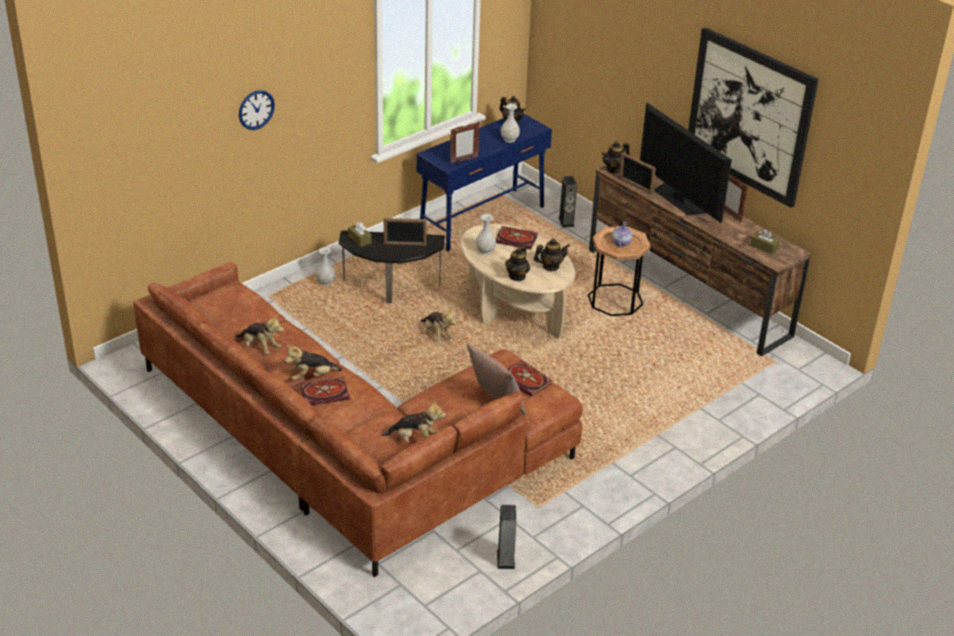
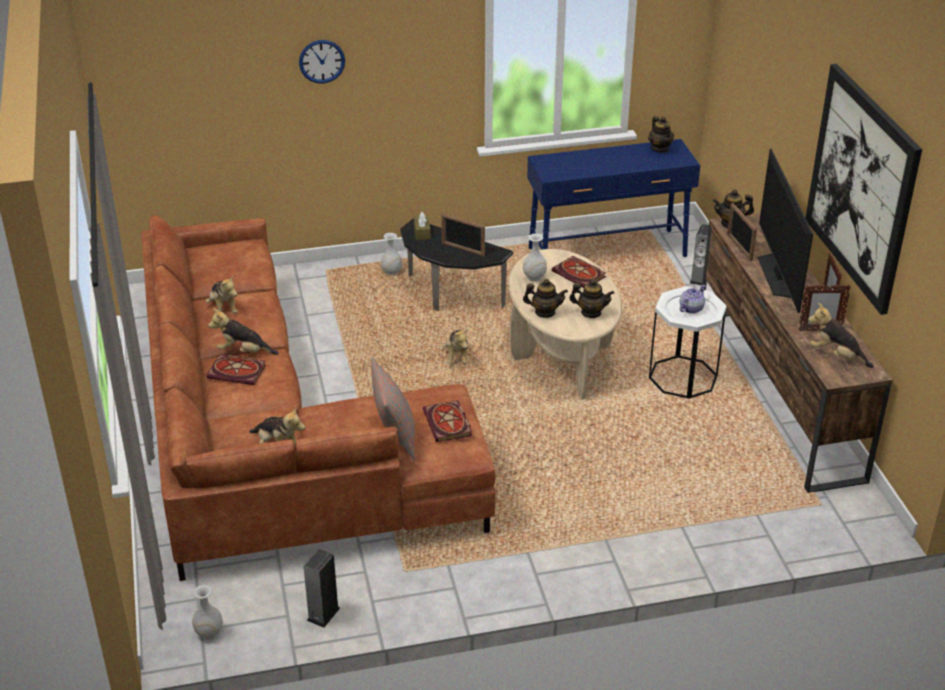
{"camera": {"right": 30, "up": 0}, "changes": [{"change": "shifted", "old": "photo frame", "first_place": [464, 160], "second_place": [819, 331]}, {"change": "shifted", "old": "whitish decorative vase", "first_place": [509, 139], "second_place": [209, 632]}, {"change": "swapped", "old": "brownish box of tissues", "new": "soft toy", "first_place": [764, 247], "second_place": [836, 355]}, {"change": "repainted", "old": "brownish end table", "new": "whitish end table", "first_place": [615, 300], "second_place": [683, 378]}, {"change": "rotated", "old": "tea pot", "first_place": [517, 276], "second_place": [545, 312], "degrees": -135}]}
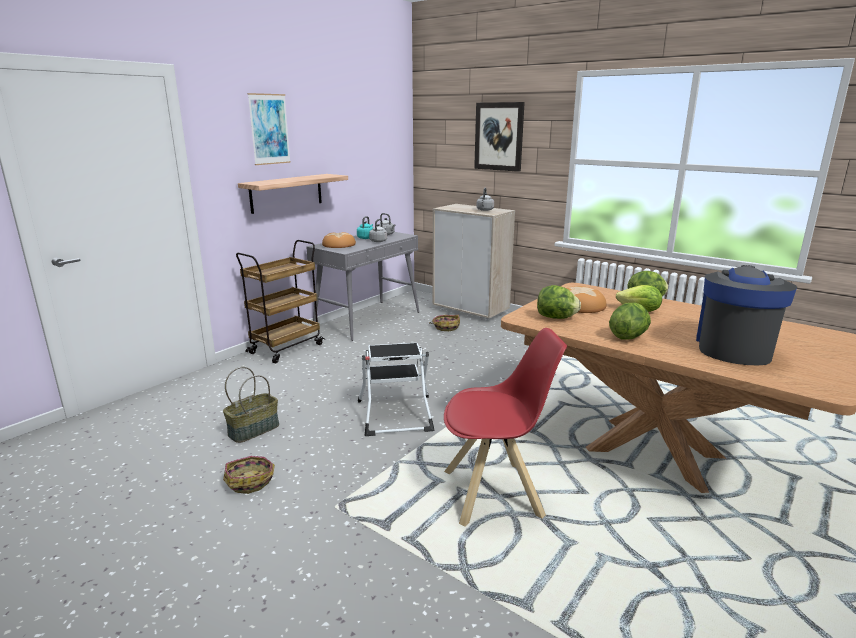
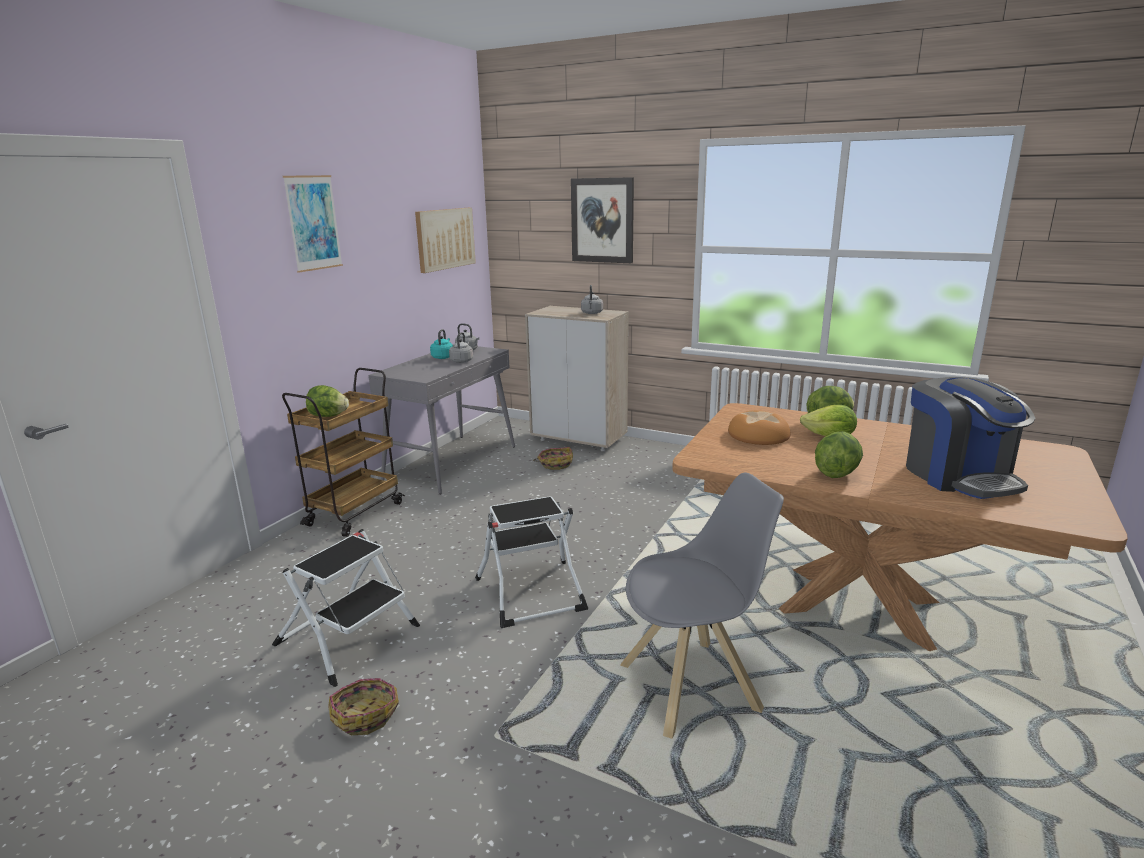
{"camera": {"right": -10, "up": 0}, "changes": [{"change": "gone", "old": "bracket shelf", "first_place": [286, 193]}, {"change": "gone", "old": "baked bread", "first_place": [339, 245]}, {"change": "new", "new": "wall art", "second_place": [445, 239]}, {"change": "shifted", "old": "lettuce", "first_place": [556, 318], "second_place": [328, 416]}, {"change": "swapped", "old": "storage basket", "new": "stepladder", "first_place": [254, 429], "second_place": [346, 637]}, {"change": "repainted", "old": "red-coloured plain chair", "new": "gray plain chair", "first_place": [495, 493], "second_place": [693, 686]}, {"change": "rotated", "old": "coffee brewer", "first_place": [733, 347], "second_place": [959, 476], "degrees": 150}]}
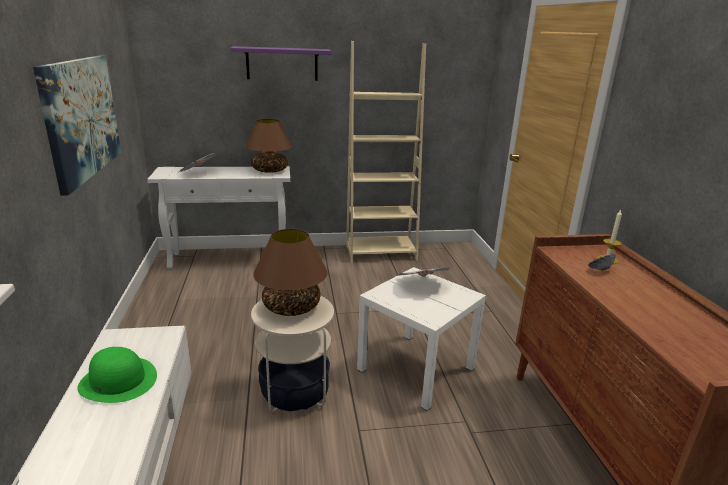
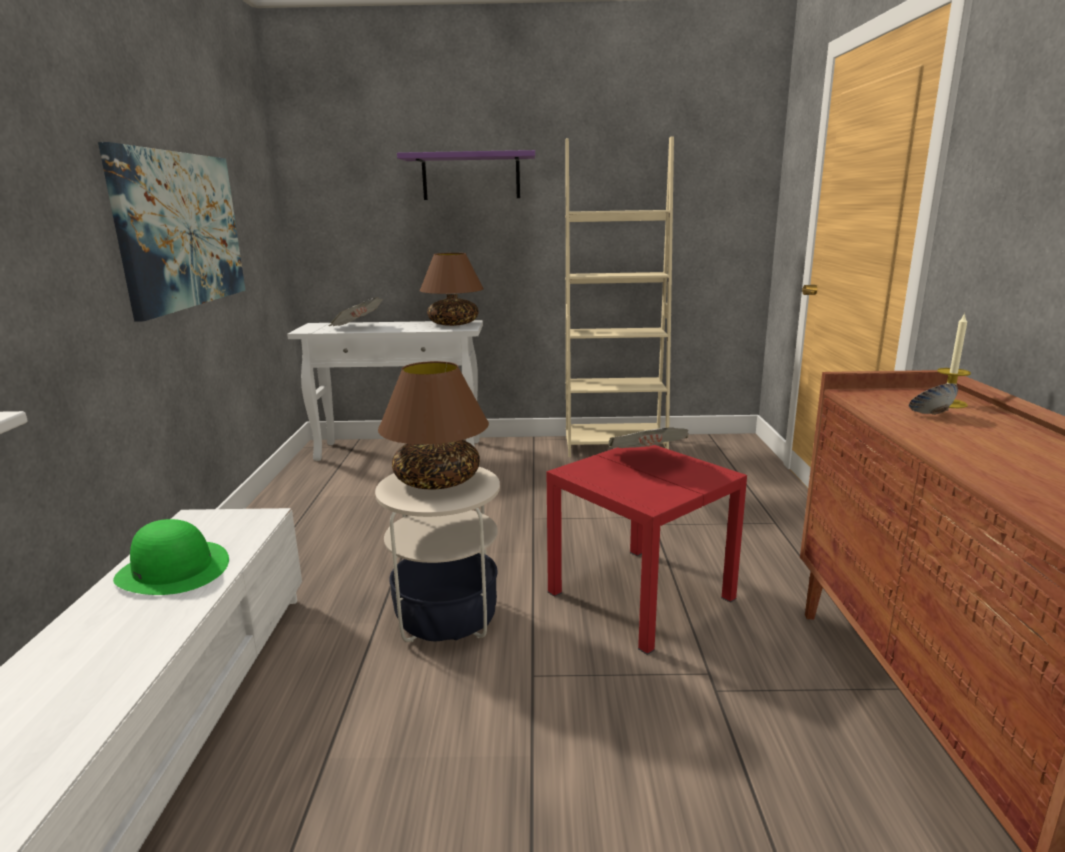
{"camera": {"right": 10, "up": -5}, "changes": [{"change": "repainted", "old": "whitish end table", "new": "red-coloured end table", "first_place": [415, 369], "second_place": [638, 595]}]}
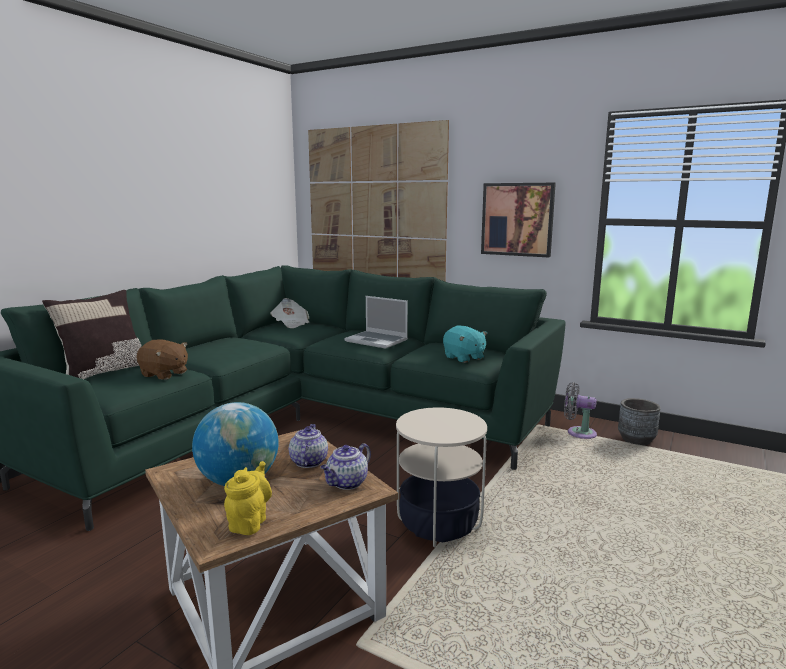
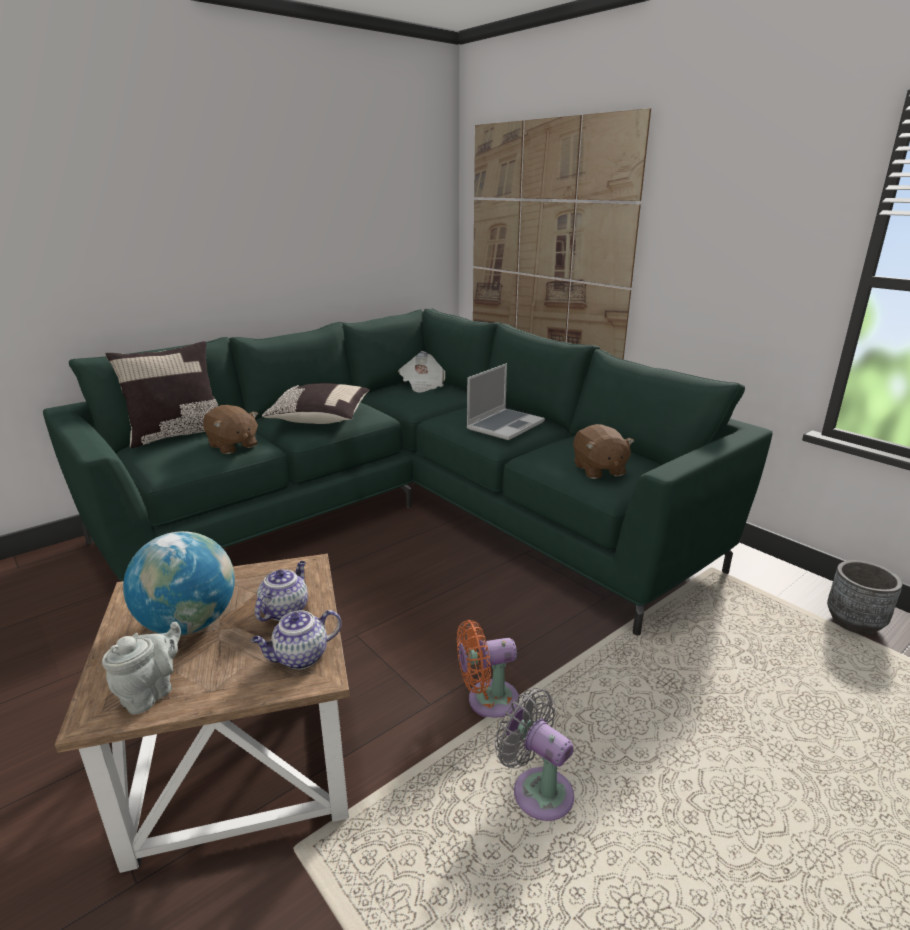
{"camera": {"right": 20, "up": 10}, "changes": [{"change": "gone", "old": "wall art", "first_place": [517, 219]}, {"change": "new", "new": "cushion", "second_place": [320, 418]}, {"change": "shifted", "old": "gray electric fan", "first_place": [578, 433], "second_place": [537, 790]}, {"change": "swapped", "old": "beige-coloured end table", "new": "orange electric fan", "first_place": [439, 526], "second_place": [487, 700]}, {"change": "repainted", "old": "yellowish tea pot", "new": "gray tea pot", "first_place": [249, 522], "second_place": [151, 693]}, {"change": "repainted", "old": "blue-green soft toy", "new": "brownish soft toy", "first_place": [464, 358], "second_place": [598, 470]}, {"change": "rotated", "old": "notebook computer", "first_place": [377, 341], "second_place": [505, 425], "degrees": -105}]}
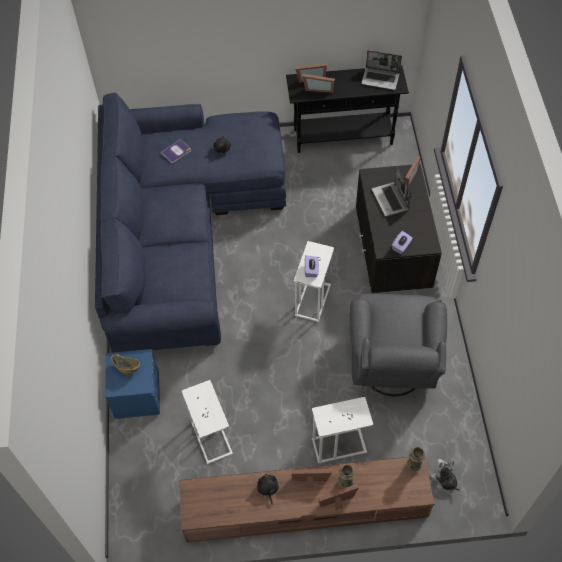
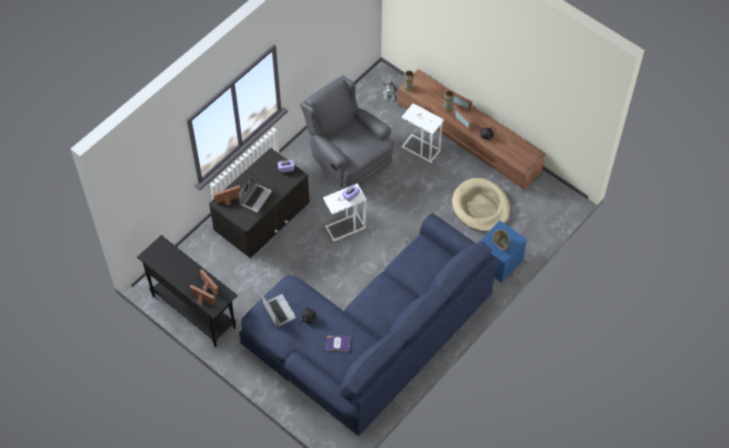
{"camera": {"right": -135, "up": 0}, "changes": [{"change": "shifted", "old": "notebook computer", "first_place": [381, 79], "second_place": [278, 311]}, {"change": "swapped", "old": "whitish end table", "new": "beige-coloured dog cushion", "first_place": [211, 437], "second_place": [481, 207]}, {"change": "rotated", "old": "gray lounge chair", "first_place": [392, 366], "second_place": [348, 158], "degrees": -90}]}
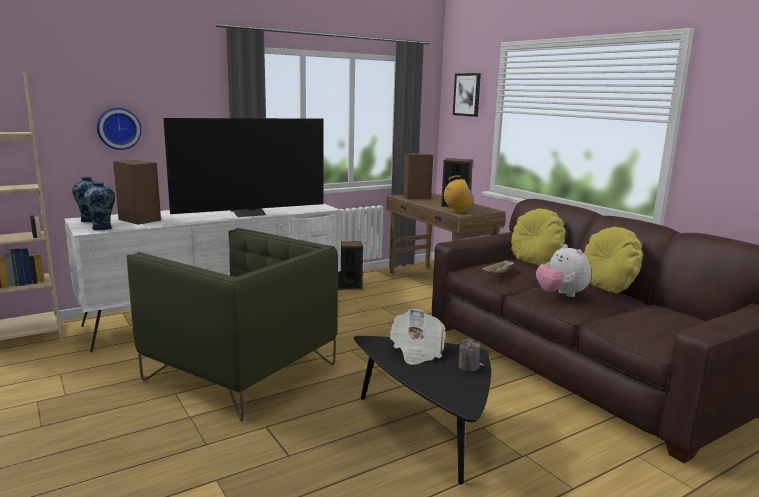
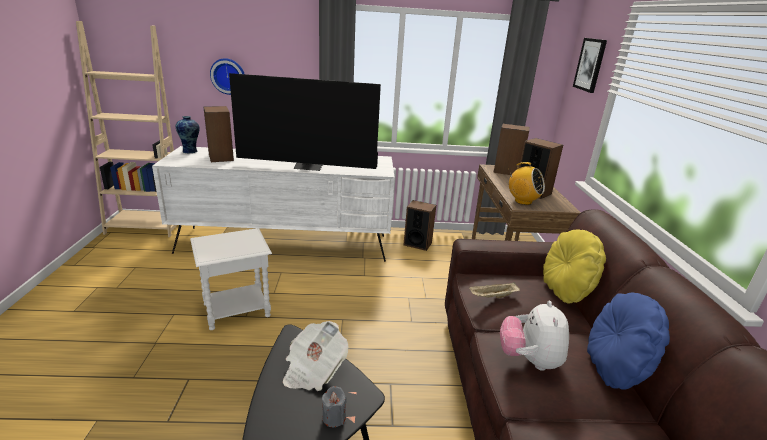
{"camera": {"right": 30, "up": 10}, "changes": [{"change": "gone", "old": "decorative vase", "first_place": [103, 228]}, {"change": "swapped", "old": "green lounge chair", "new": "whitish end table", "first_place": [240, 371], "second_place": [237, 310]}, {"change": "repainted", "old": "yellowish cushion", "new": "blue-coloured cushion", "first_place": [607, 288], "second_place": [613, 371]}]}
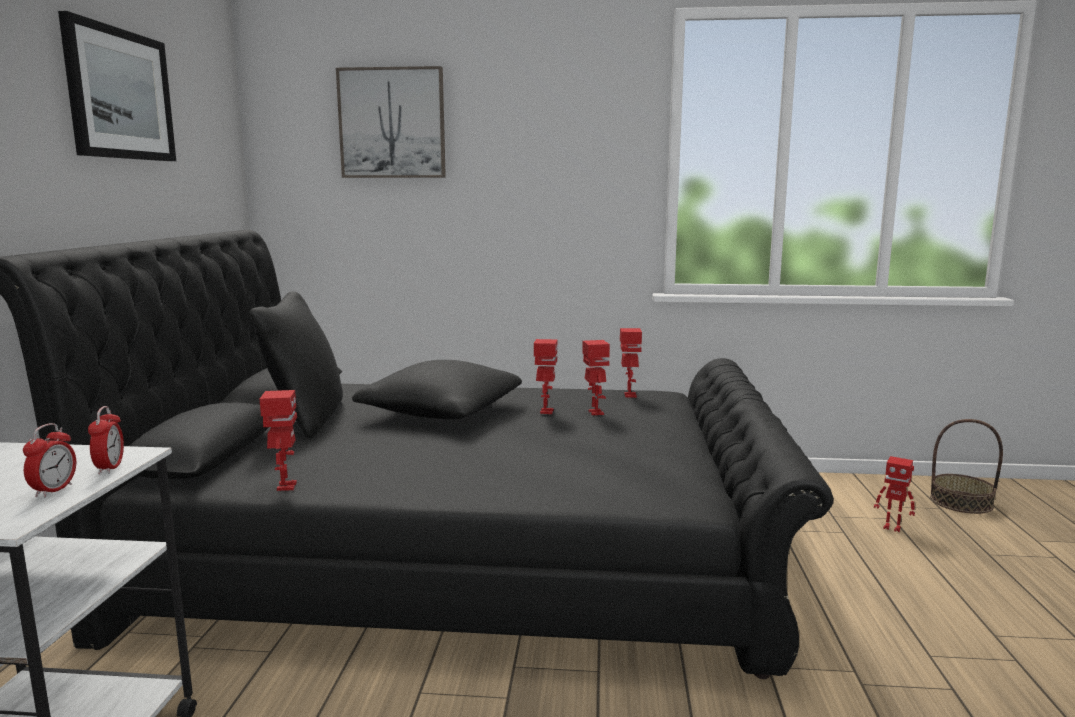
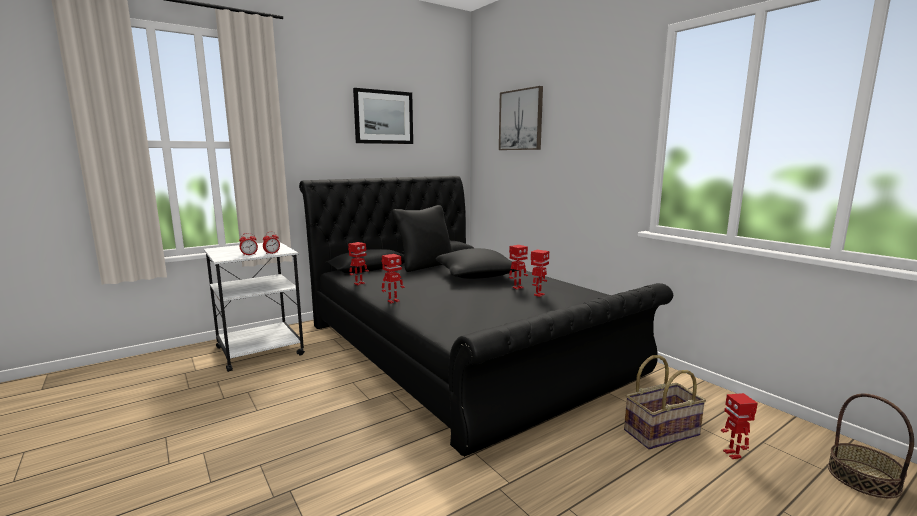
{"camera": {"right": 50, "up": 0}, "changes": [{"change": "new", "new": "storage basket", "second_place": [661, 432]}, {"change": "shifted", "old": "robot figure", "first_place": [629, 395], "second_place": [393, 301]}]}
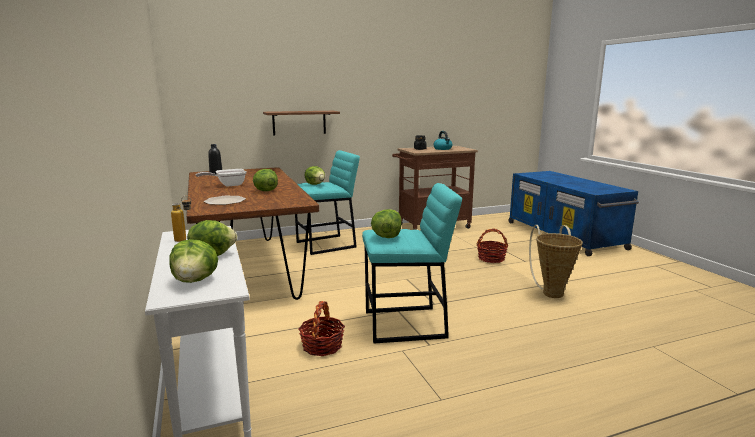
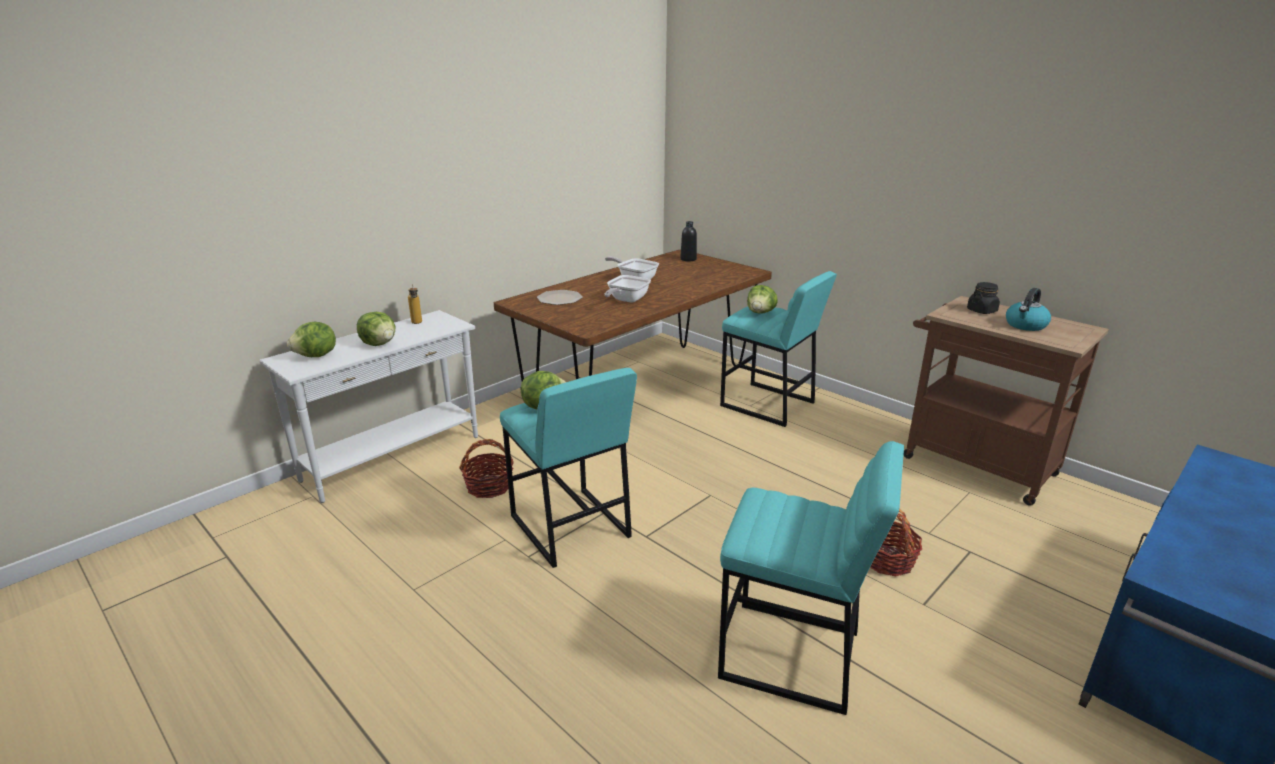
{"camera": {"right": 65, "up": 10}, "changes": [{"change": "gone", "old": "brownish bracket shelf", "first_place": [299, 122]}, {"change": "swapped", "old": "lettuce", "new": "skillet", "first_place": [265, 191], "second_place": [626, 300]}, {"change": "swapped", "old": "storage basket", "new": "blue-green stool", "first_place": [551, 292], "second_place": [794, 655]}]}
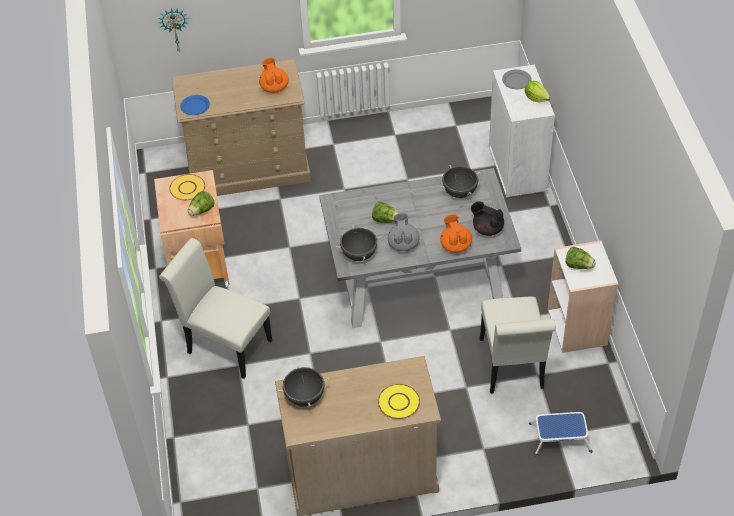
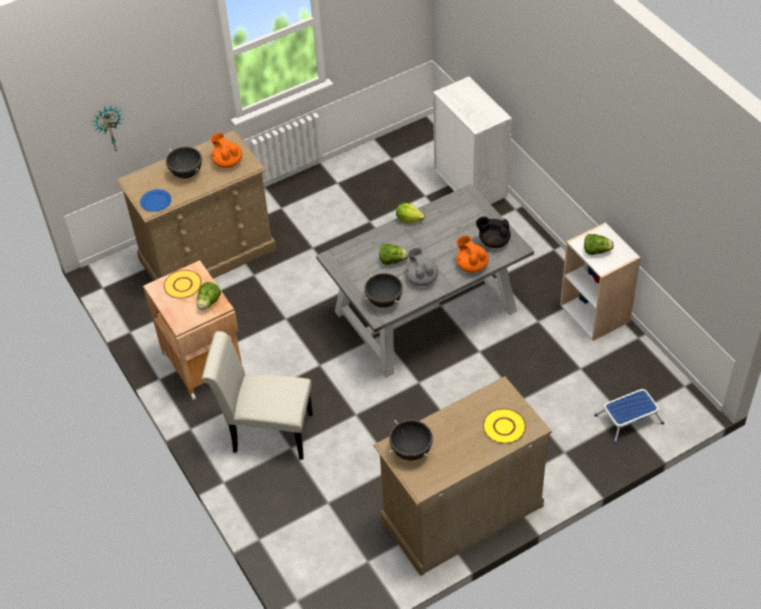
{"camera": {"right": -20, "up": 0}, "changes": [{"change": "gone", "old": "whitish plain chair", "first_place": [512, 368]}, {"change": "gone", "old": "gray dinner plate", "first_place": [516, 80]}, {"change": "shifted", "old": "black stockpot", "first_place": [459, 192], "second_place": [186, 173]}, {"change": "shifted", "old": "lettuce", "first_place": [536, 98], "second_place": [409, 219]}]}
